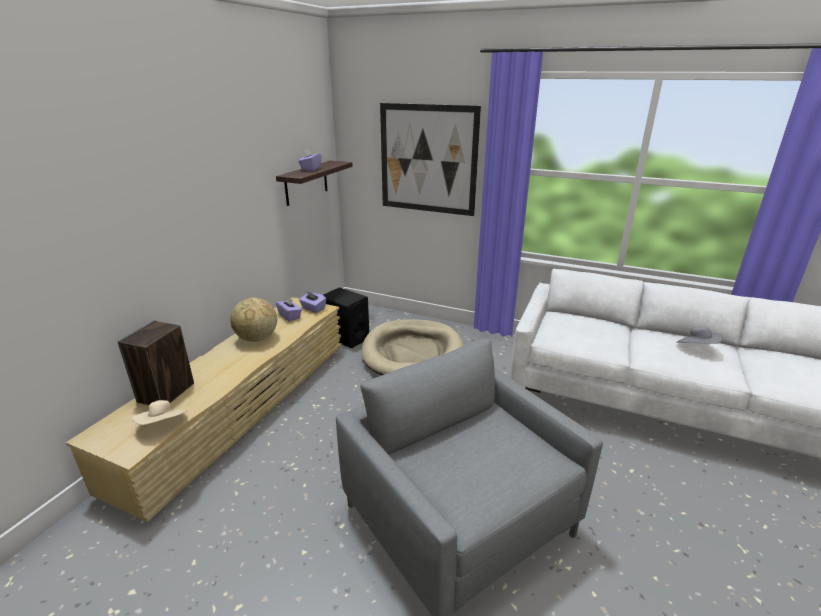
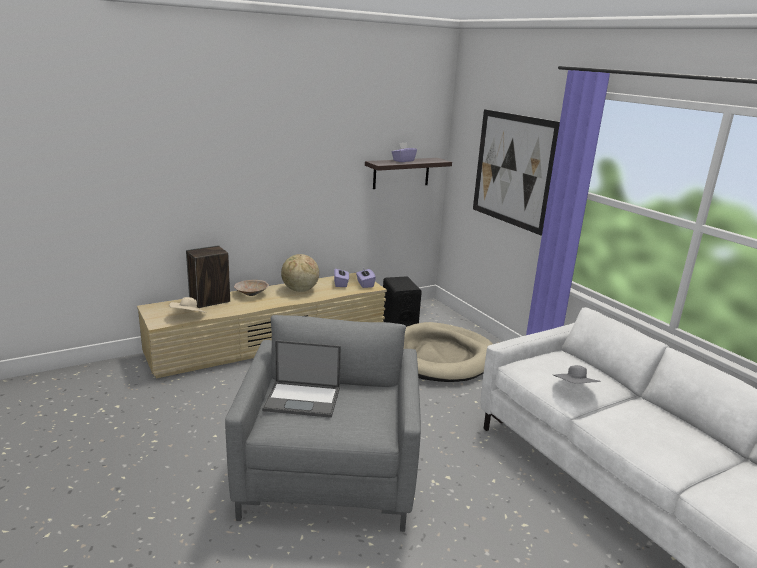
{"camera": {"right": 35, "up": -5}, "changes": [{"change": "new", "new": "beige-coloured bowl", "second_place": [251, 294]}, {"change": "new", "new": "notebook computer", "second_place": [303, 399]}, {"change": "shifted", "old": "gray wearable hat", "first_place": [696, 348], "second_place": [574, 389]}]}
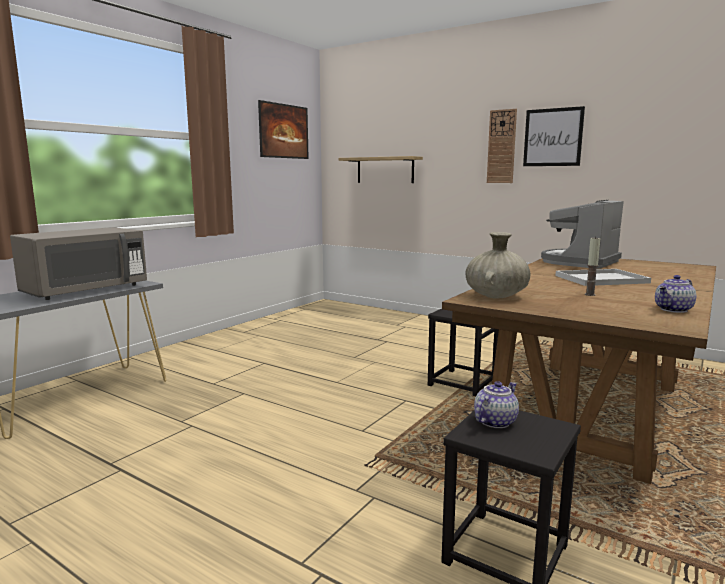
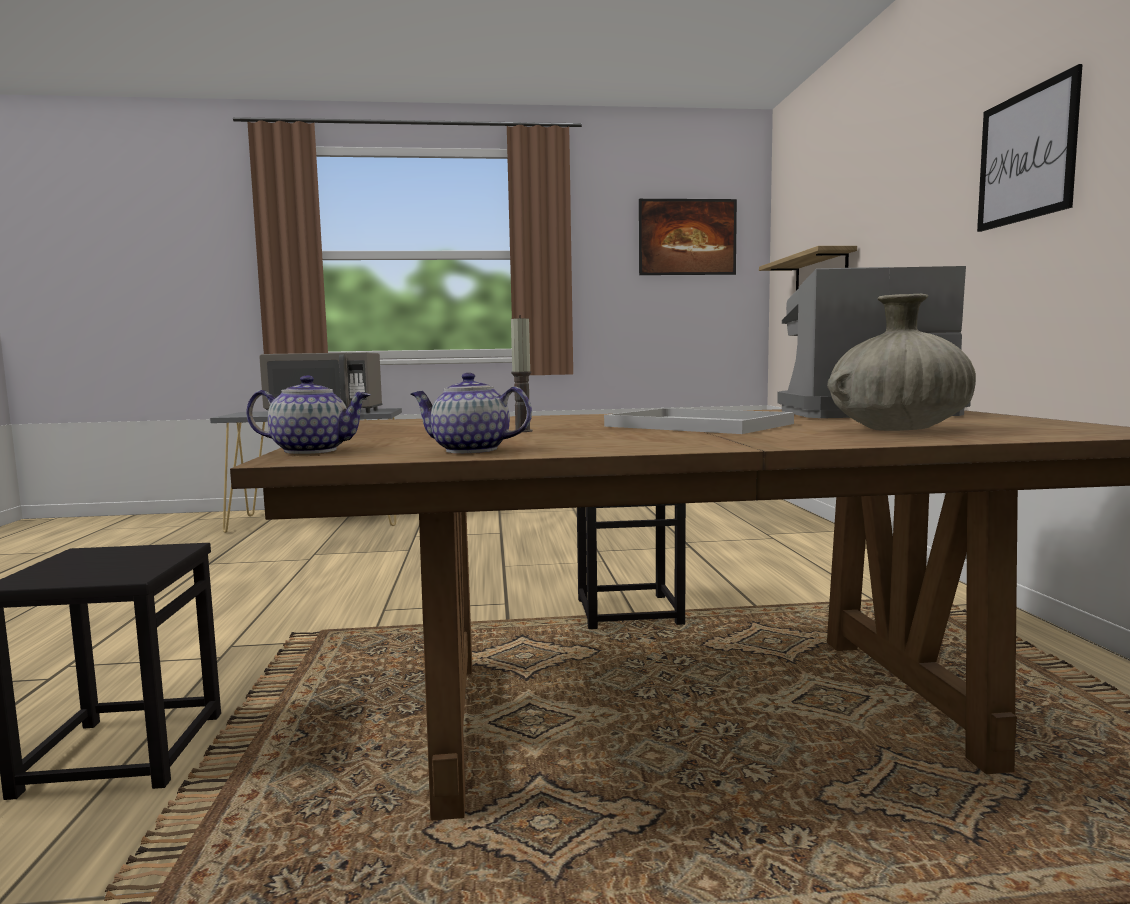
{"camera": {"right": 50, "up": -5}, "changes": [{"change": "gone", "old": "hanging clock", "first_place": [501, 146]}, {"change": "shifted", "old": "beige-coloured decorative vase", "first_place": [496, 296], "second_place": [899, 430]}, {"change": "shifted", "old": "tea pot", "first_place": [494, 421], "second_place": [312, 450]}]}
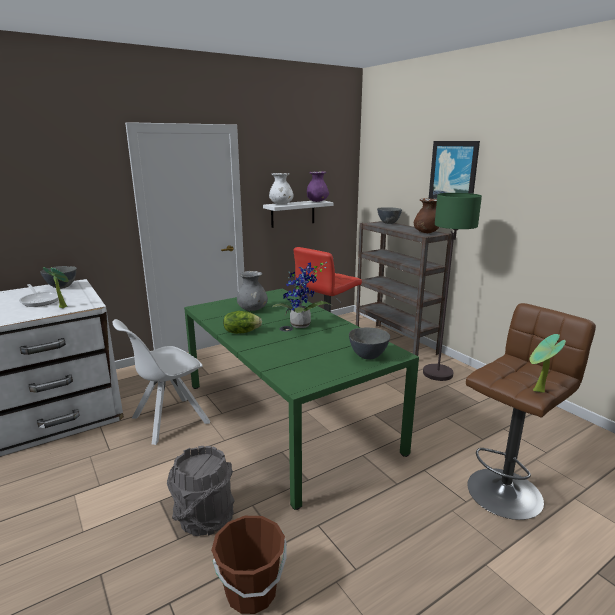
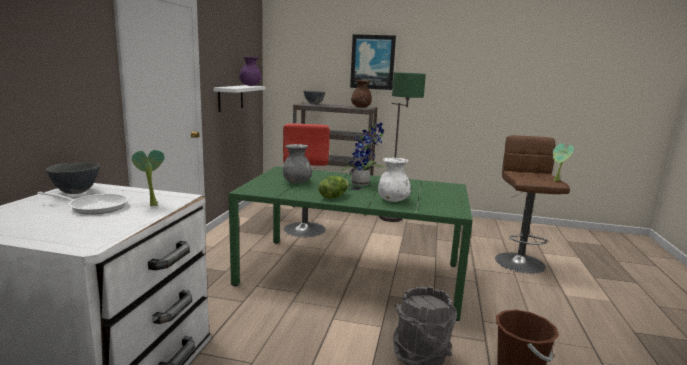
{"camera": {"right": -45, "up": -5}, "changes": [{"change": "gone", "old": "whitish plain chair", "first_place": [169, 420]}, {"change": "gone", "old": "gray bowl", "first_place": [368, 357]}, {"change": "shifted", "old": "whitish decorative vase", "first_place": [281, 204], "second_place": [393, 200]}]}
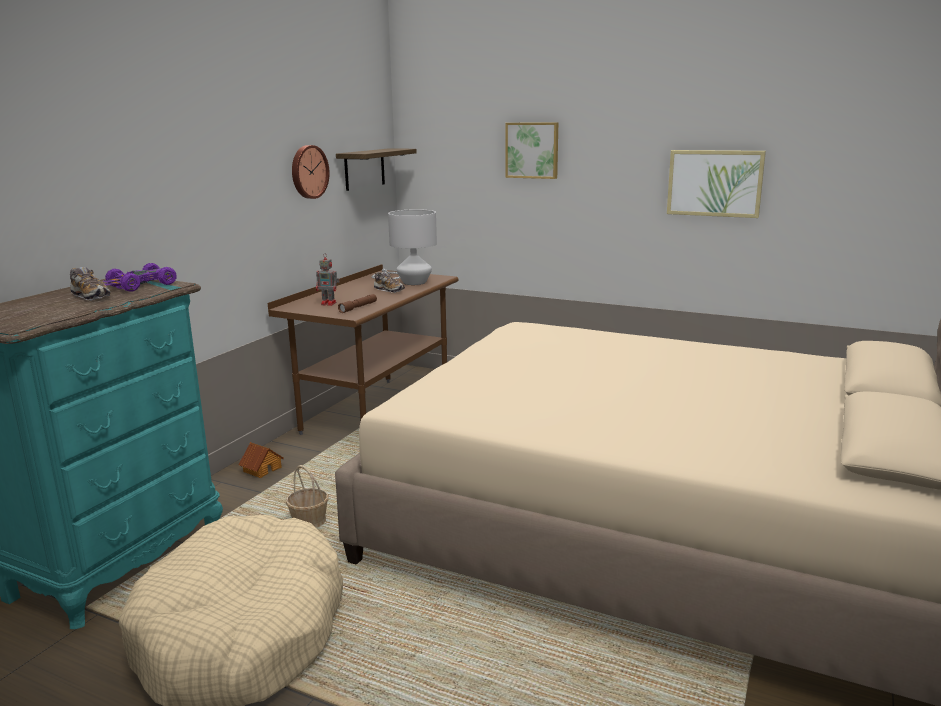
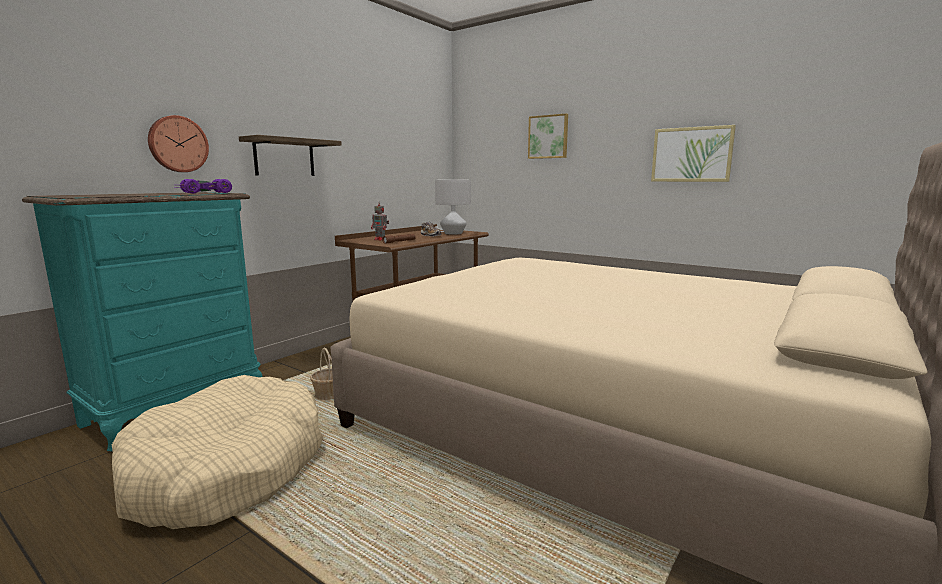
{"camera": {"right": 10, "up": -5}, "changes": [{"change": "gone", "old": "item of footwear", "first_place": [90, 296]}, {"change": "gone", "old": "model house", "first_place": [262, 469]}, {"change": "shifted", "old": "hanging clock", "first_place": [308, 172], "second_place": [177, 144]}, {"change": "shifted", "old": "bracket shelf", "first_place": [364, 169], "second_place": [284, 157]}]}
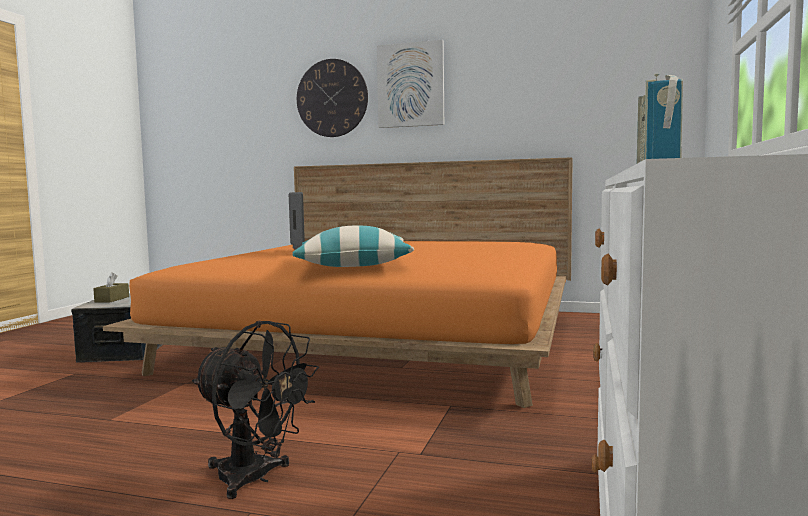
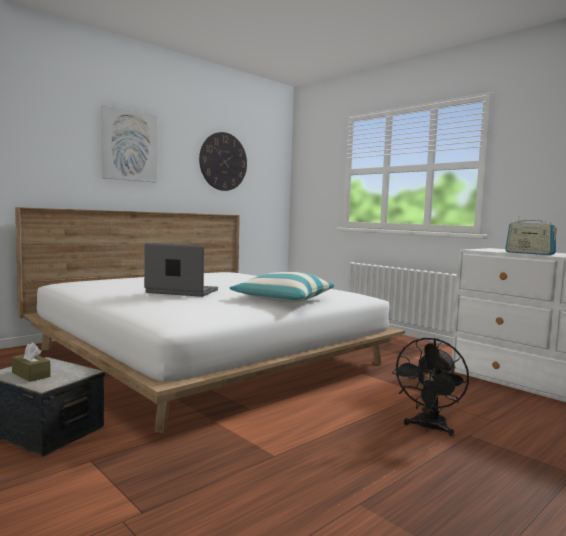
{"camera": {"right": -60, "up": 0}, "changes": [{"change": "shifted", "old": "hanging clock", "first_place": [332, 98], "second_place": [223, 161]}, {"change": "repainted", "old": "orange bedroom bed", "new": "whitish bedroom bed", "first_place": [383, 340], "second_place": [209, 356]}, {"change": "rotated", "old": "black electric fan", "first_place": [255, 479], "second_place": [428, 428], "degrees": 150}]}
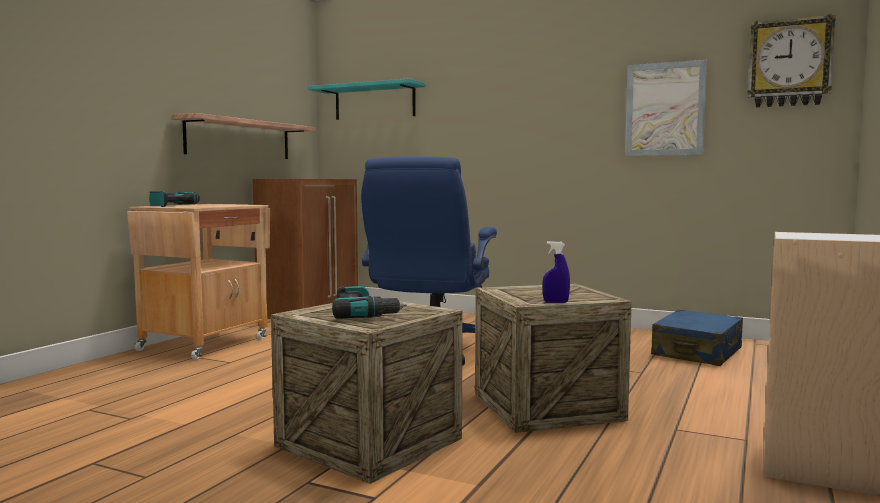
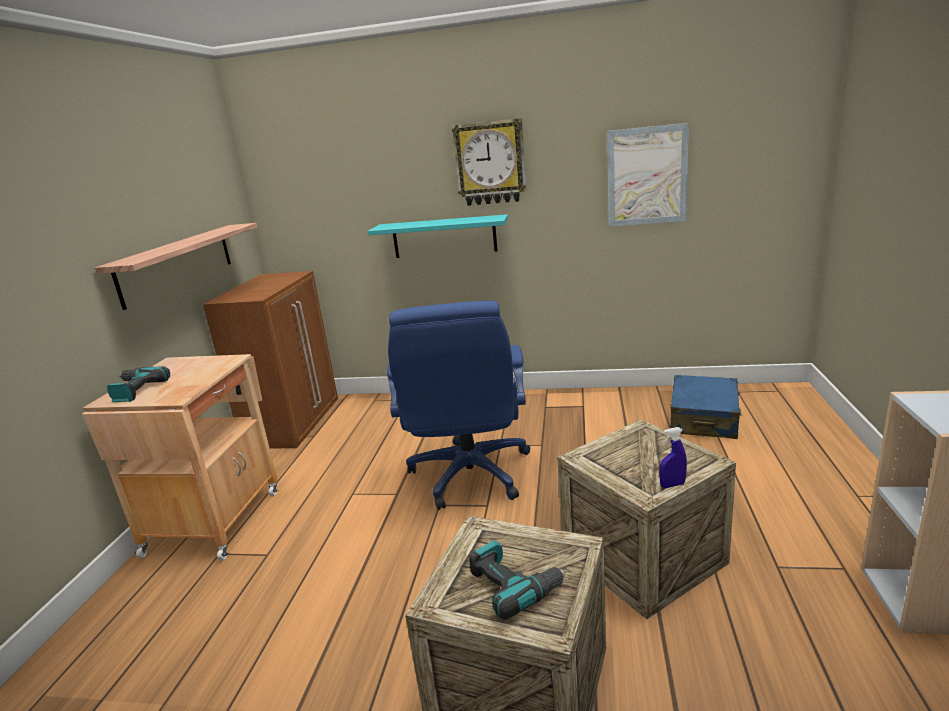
{"camera": {"right": -15, "up": 15}, "changes": [{"change": "shifted", "old": "blue-green bracket shelf", "first_place": [374, 102], "second_place": [444, 237]}, {"change": "shifted", "old": "hanging clock", "first_place": [789, 63], "second_place": [490, 163]}]}
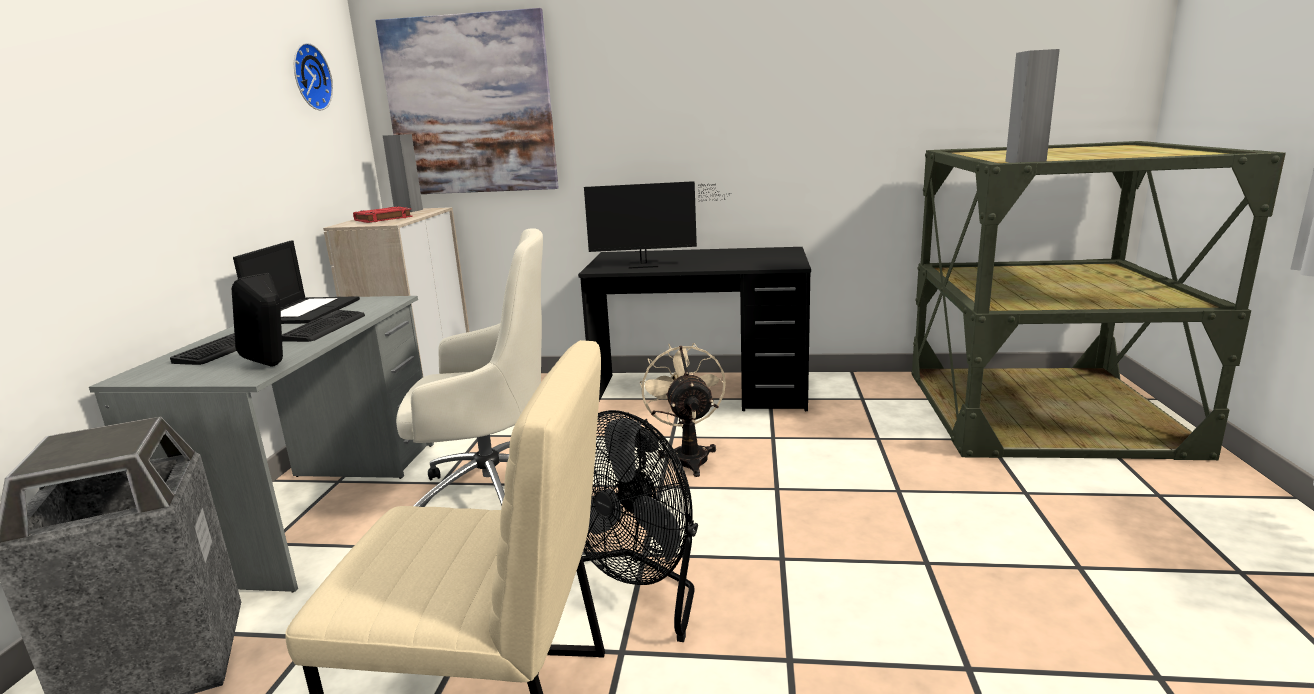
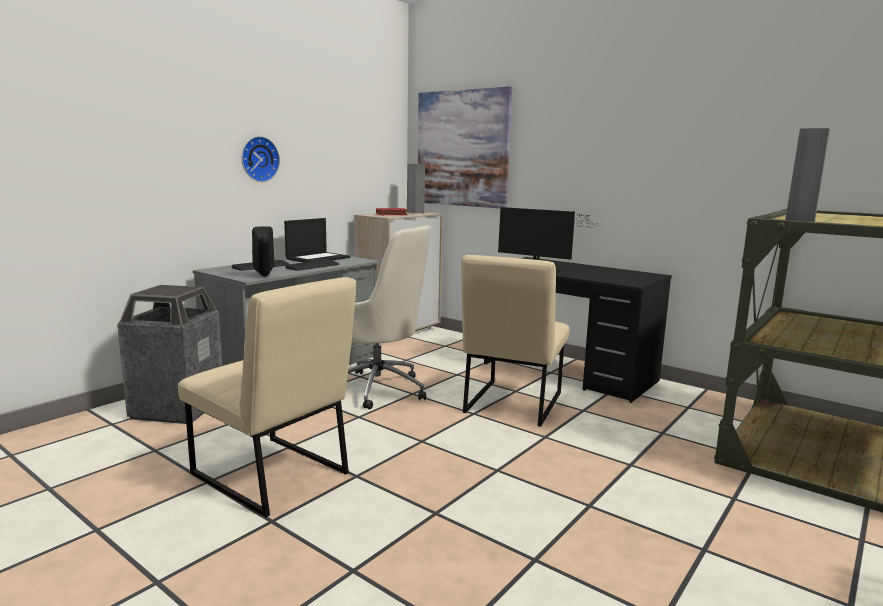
{"camera": {"right": 30, "up": -5}, "changes": [{"change": "gone", "old": "black electric fan", "first_place": [638, 580]}, {"change": "shifted", "old": "hanging clock", "first_place": [308, 77], "second_place": [258, 159]}, {"change": "swapped", "old": "beige-coloured electric fan", "new": "beige-coloured plain chair", "first_place": [688, 455], "second_place": [512, 403]}]}
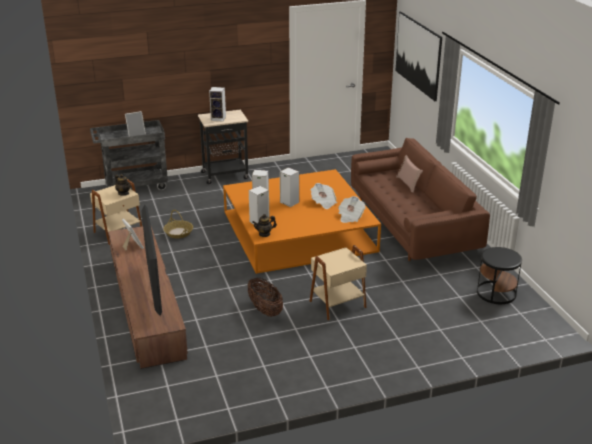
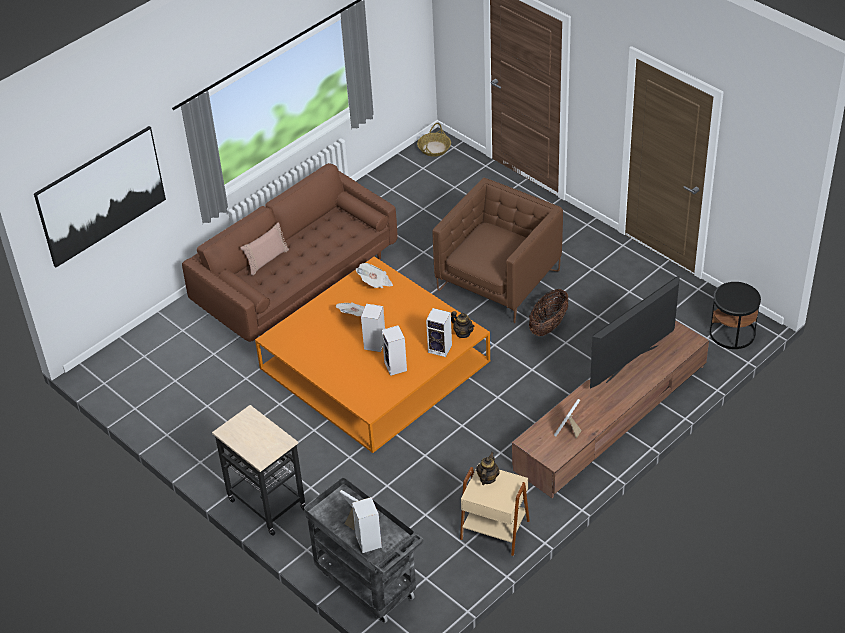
{"camera": {"right": -115, "up": 15}, "changes": [{"change": "shifted", "old": "storage basket", "first_place": [178, 233], "second_place": [434, 148]}, {"change": "shifted", "old": "audio speaker", "first_place": [219, 118], "second_place": [367, 541]}, {"change": "shifted", "old": "black end table", "first_place": [496, 293], "second_place": [732, 333]}, {"change": "swapped", "old": "beige-coloured end table", "new": "brownish lounge chair", "first_place": [337, 304], "second_place": [498, 281]}]}
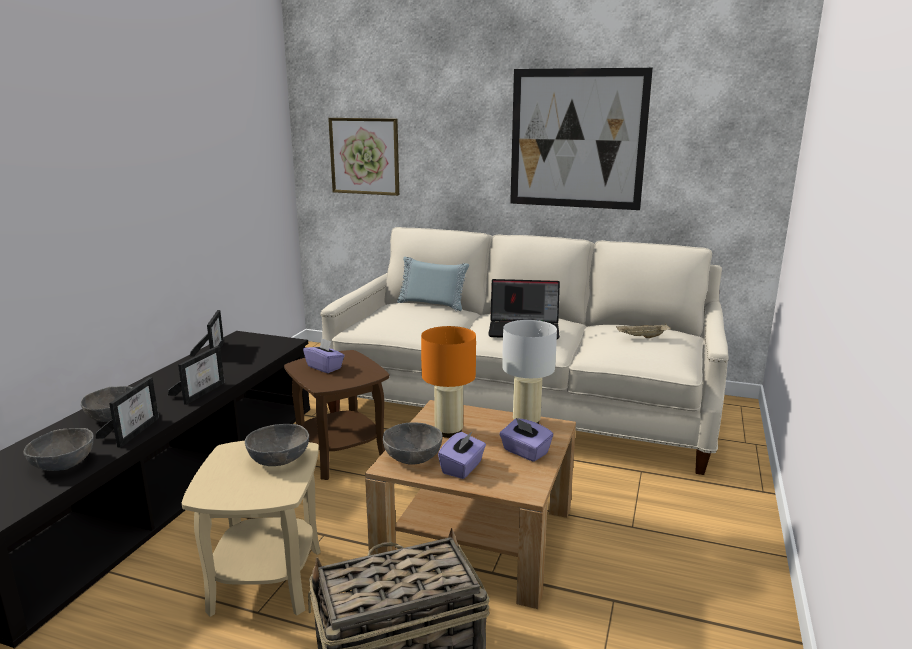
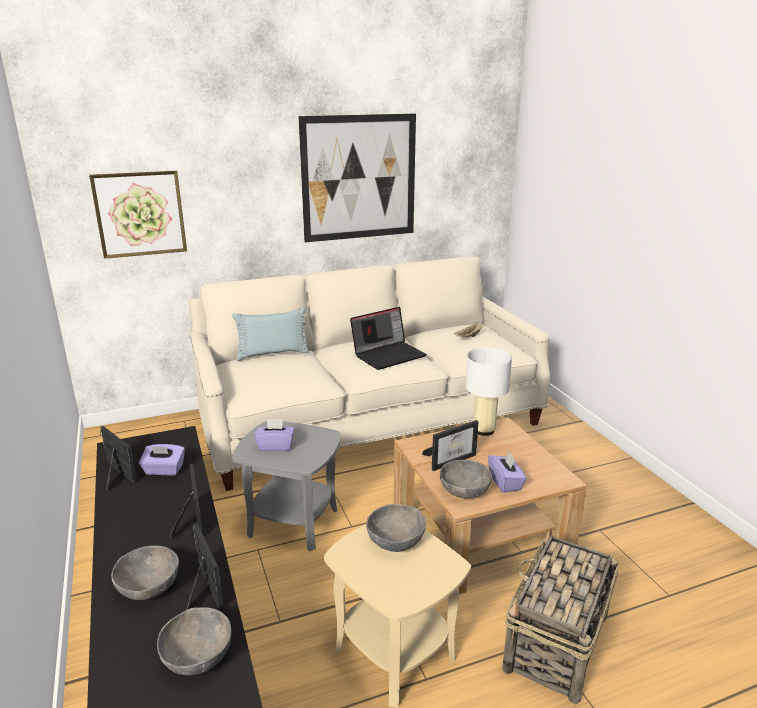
{"camera": {"right": -40, "up": 5}, "changes": [{"change": "shifted", "old": "purple box of tissues", "first_place": [525, 452], "second_place": [164, 470]}, {"change": "swapped", "old": "orange lamp for a table", "new": "photo frame", "first_place": [449, 431], "second_place": [451, 459]}, {"change": "repainted", "old": "brownish end table", "new": "gray end table", "first_place": [340, 455], "second_place": [292, 523]}]}
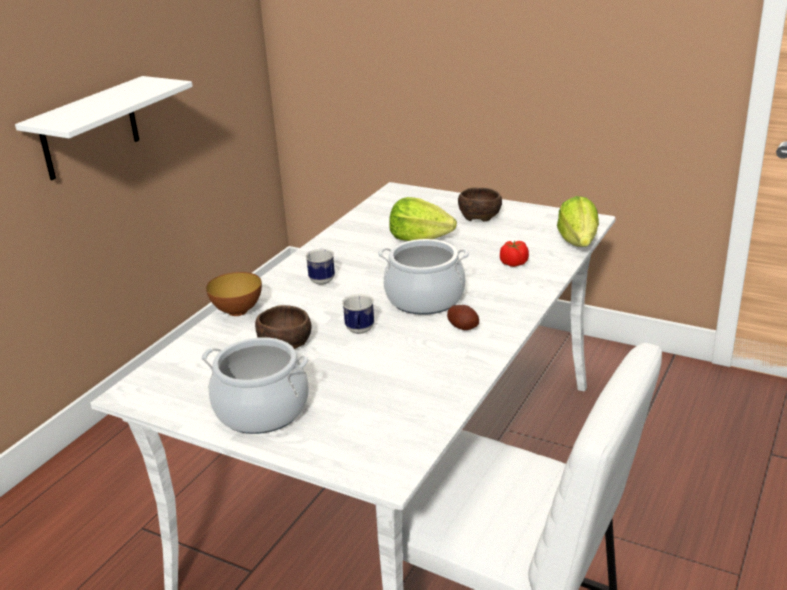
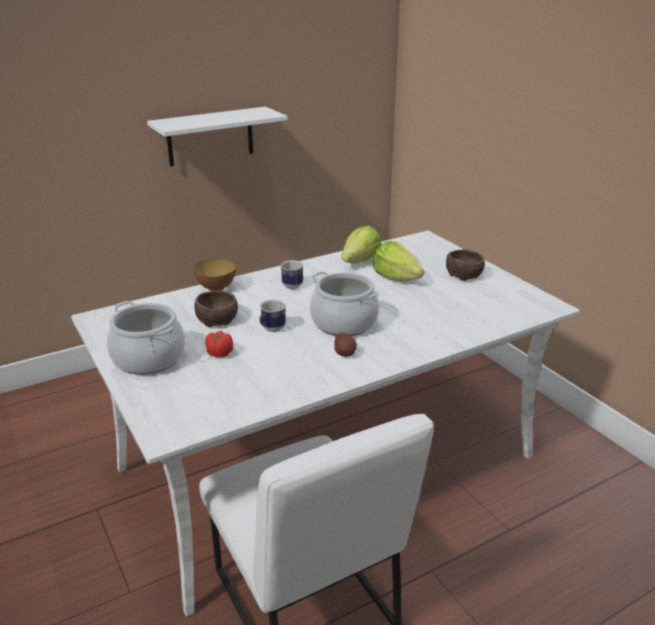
{"camera": {"right": 30, "up": 0}, "changes": [{"change": "shifted", "old": "fresh tomato", "first_place": [513, 263], "second_place": [219, 353]}, {"change": "shifted", "old": "lettuce", "first_place": [578, 242], "second_place": [360, 261]}]}
